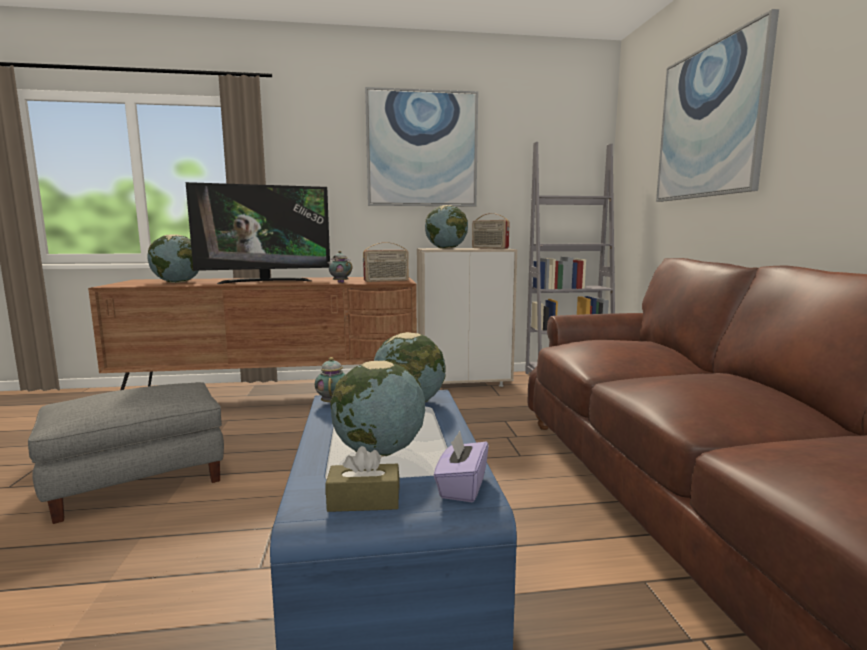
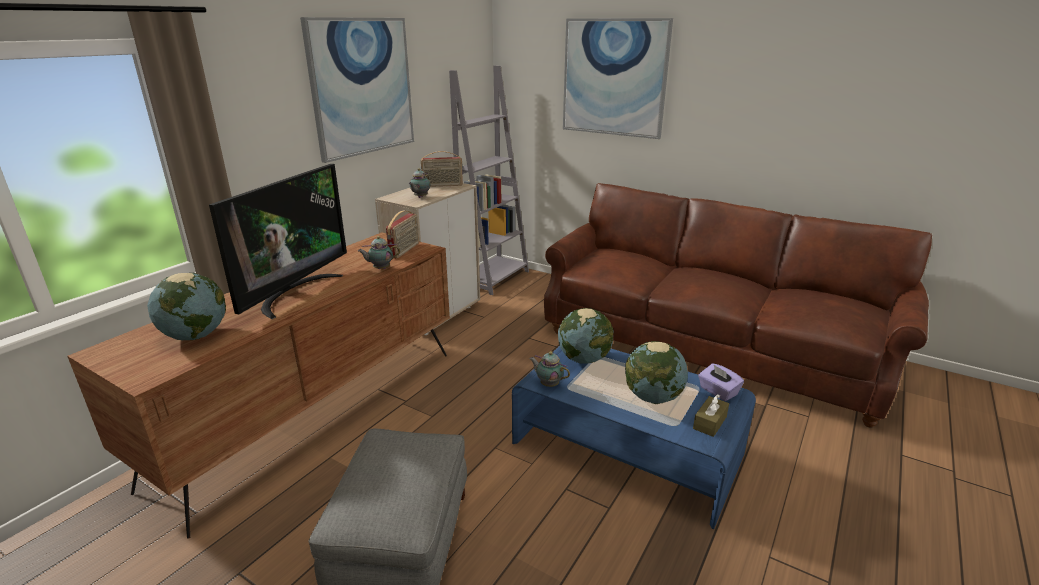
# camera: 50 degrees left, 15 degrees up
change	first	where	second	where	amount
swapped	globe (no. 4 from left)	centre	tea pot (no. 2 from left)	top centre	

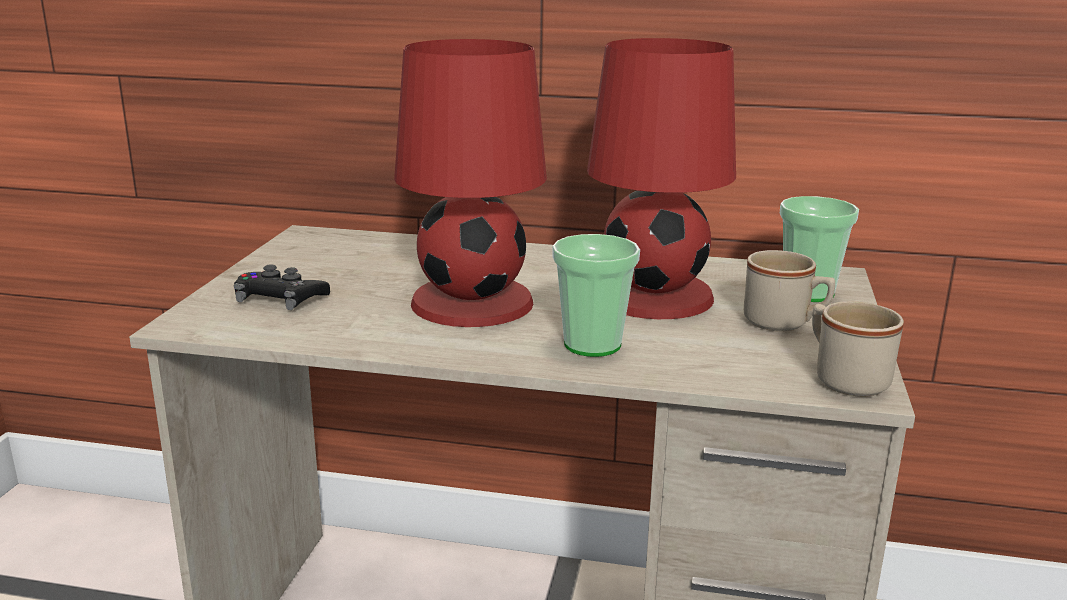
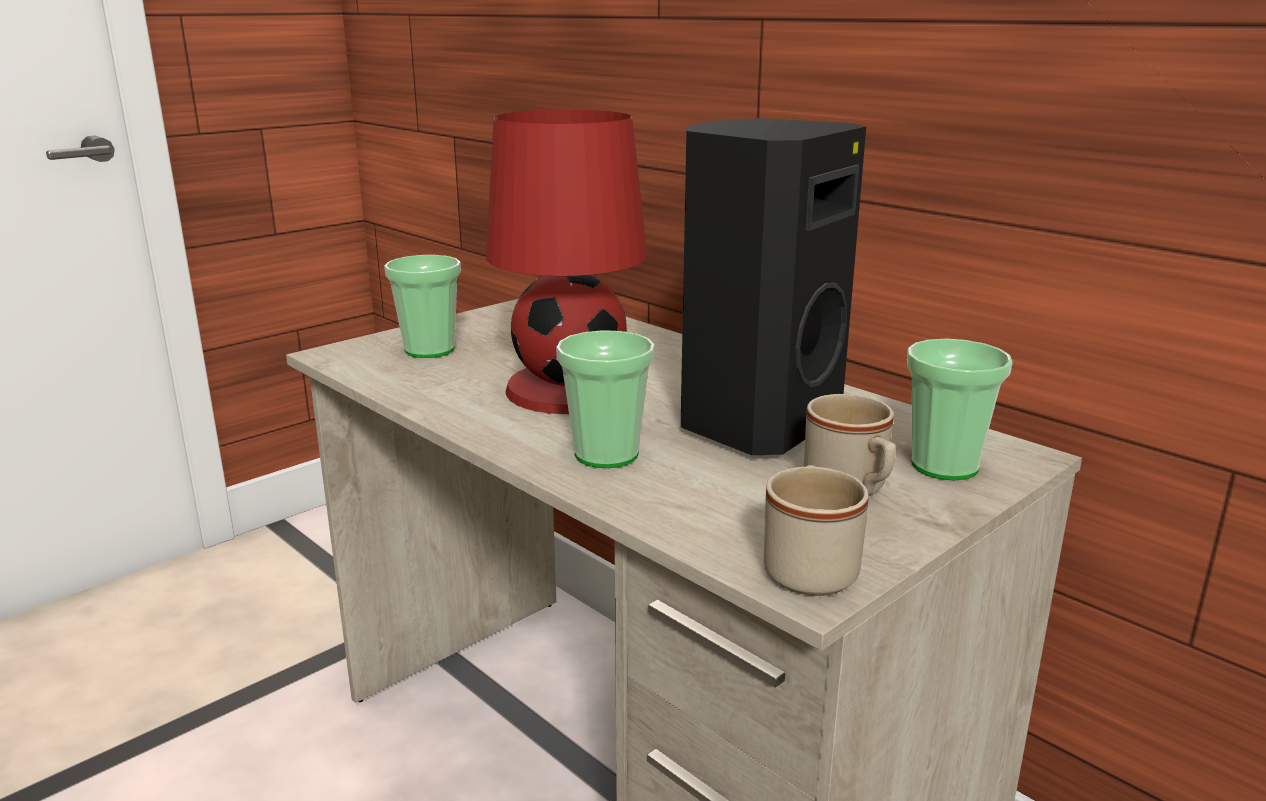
# camera: 35 degrees right, 0 degrees up
change	first	where	second	where	amount
swapped	reddish tabletop lamp (no. 2 from left)	top centre	blackish speaker	centre	
swapped	blackish joypad	middle left	drinking cup (no. 1 from left)	centre	

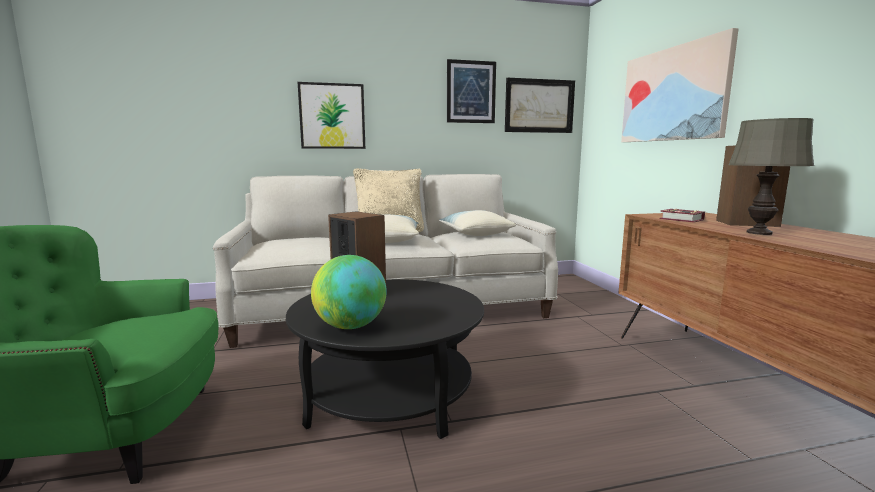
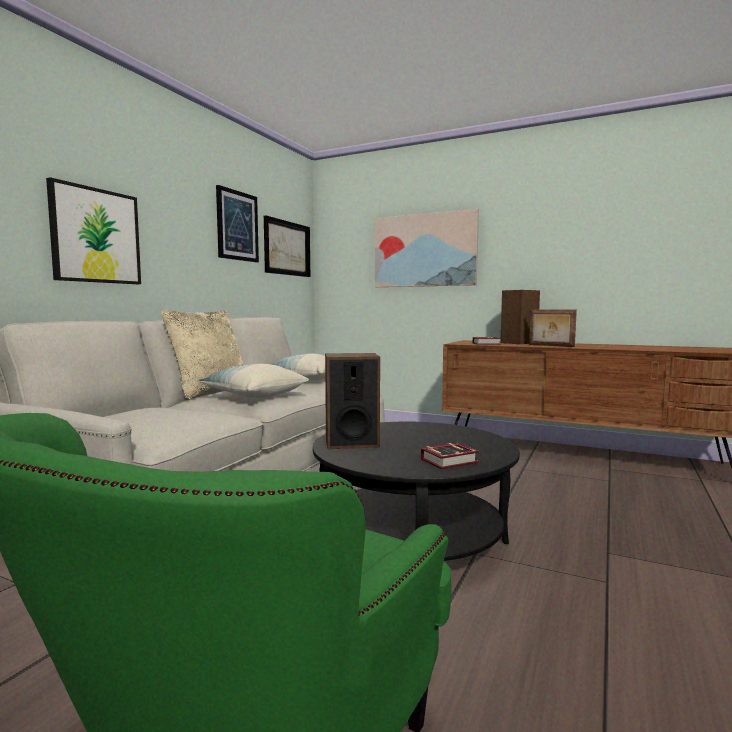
# camera: 50 degrees left, 5 degrees down
change	first	where	second	where	amount
swapped	gray tabletop lamp	middle right	photo frame	middle right	
swapped	globe	centre	book (no. 1 from left)	centre	

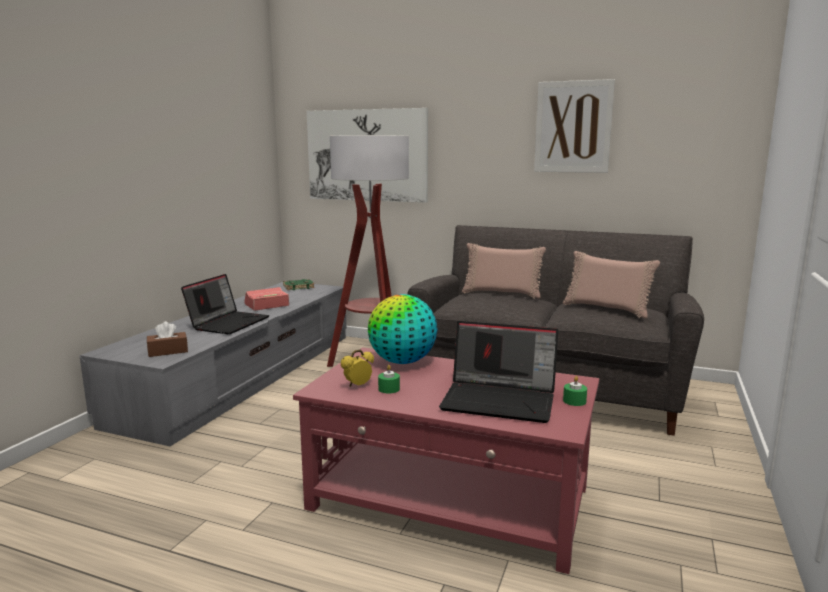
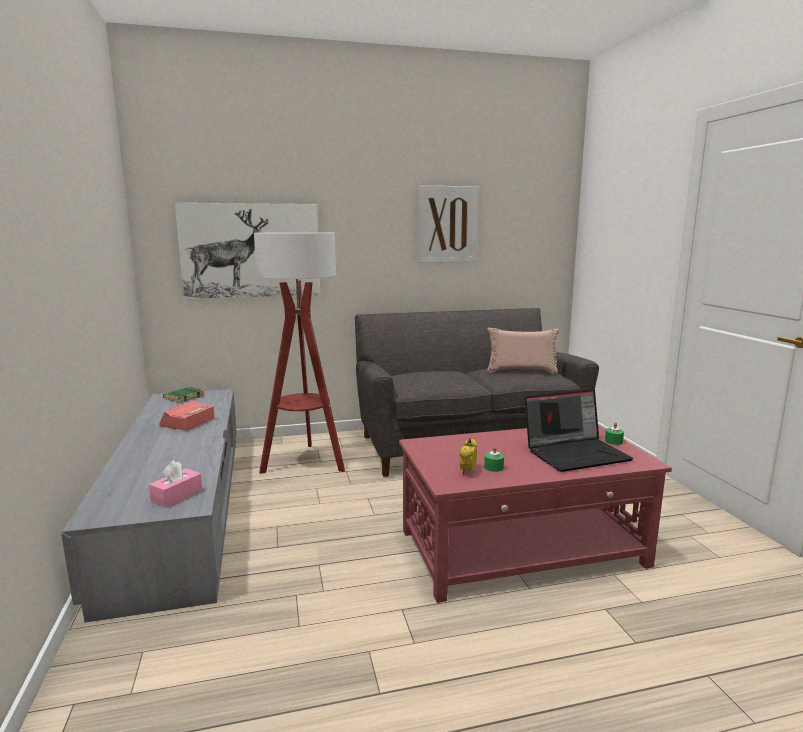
# camera: 35 degrees left, 0 degrees up
change	first	where	second	where	amount
gone	beige pillow (no. 1 from left)	centre			
gone	portable computer (no. 1 from left)	middle left			
gone	globe	centre			
repainted	brown-coloured tissue holder	middle left	pink-coloured tissue holder	middle left	

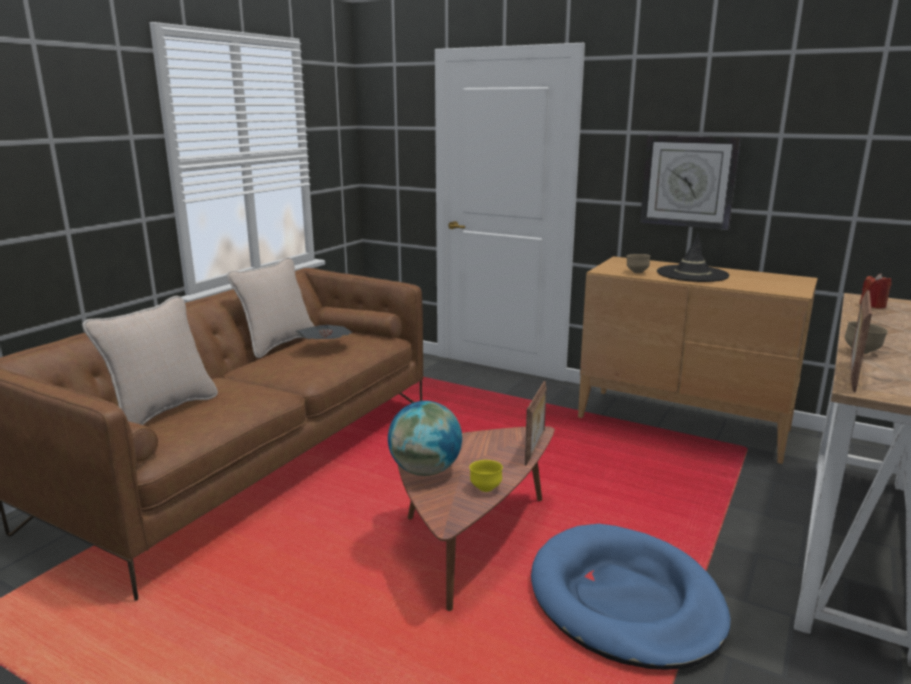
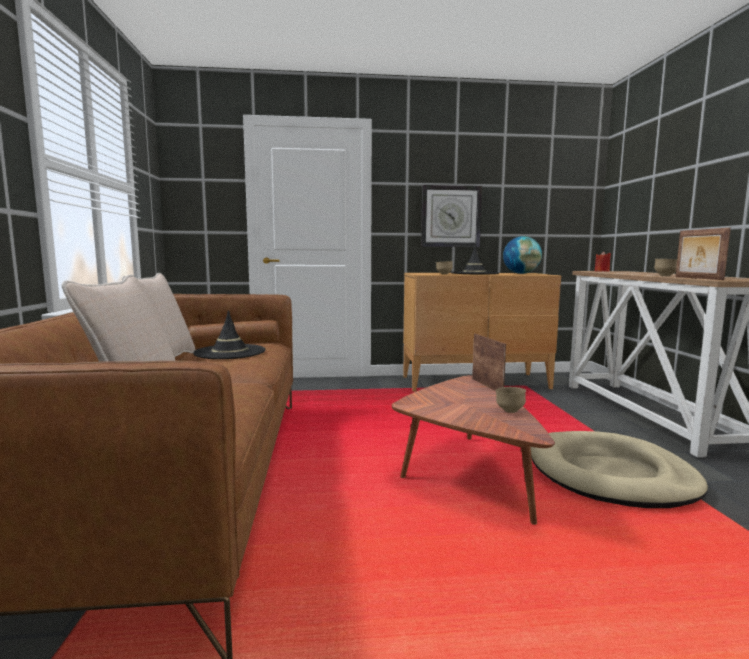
# camera: 35 degrees left, 10 degrees down
change	first	where	second	where	amount
swapped	daily paper	centre	blackish clothing hat (no. 1 from left)	middle left	
shifted	globe	centre		middle right	
repainted	yellowish serving bowl	bottom centre	brown-coloured serving bowl (no. 2 from left)	middle right	
repainted	blue dog cushion	bottom right	beige dog cushion	bottom right	

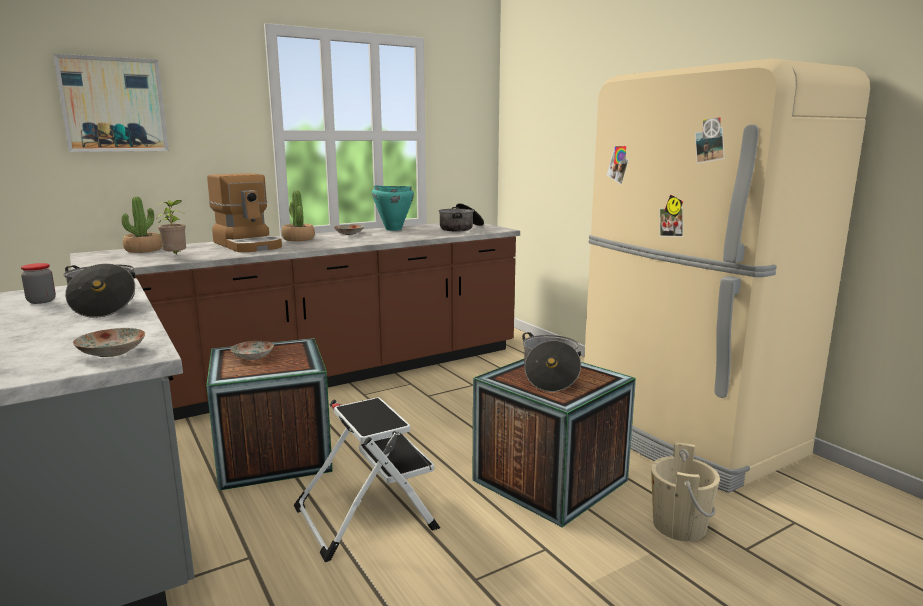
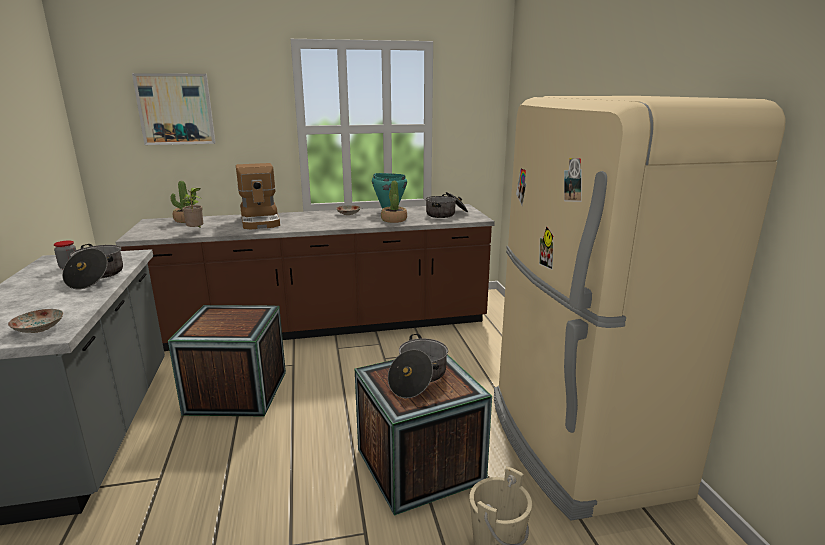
# camera: 20 degrees right, 5 degrees up
change	first	where	second	where	amount
shifted	plant in a pot (no. 3 from left)	middle left		centre	
gone	plate (no. 2 from left)	middle left			
gone	stepladder	bottom centre			

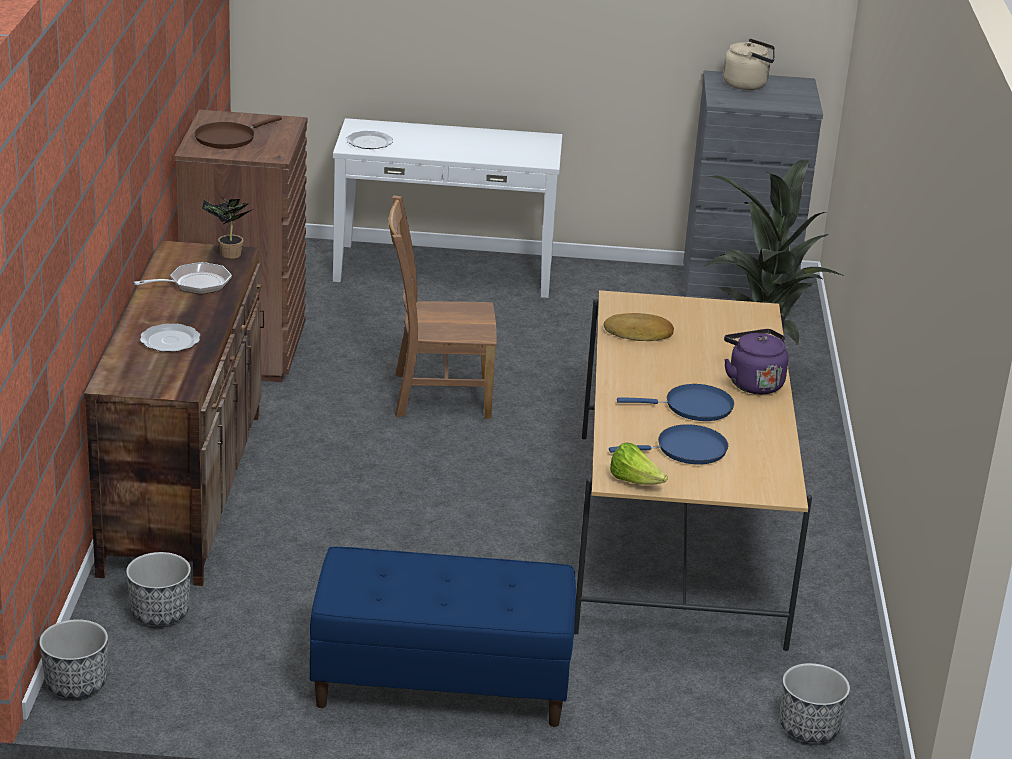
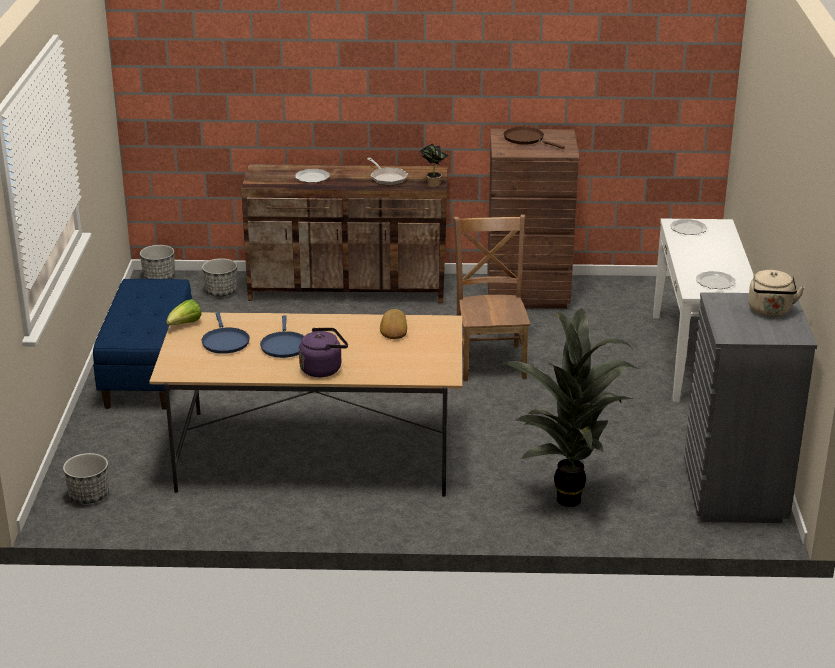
# camera: 90 degrees right, 0 degrees up
change	first	where	second	where	amount
new			plate (no. 3 from left)	middle right	

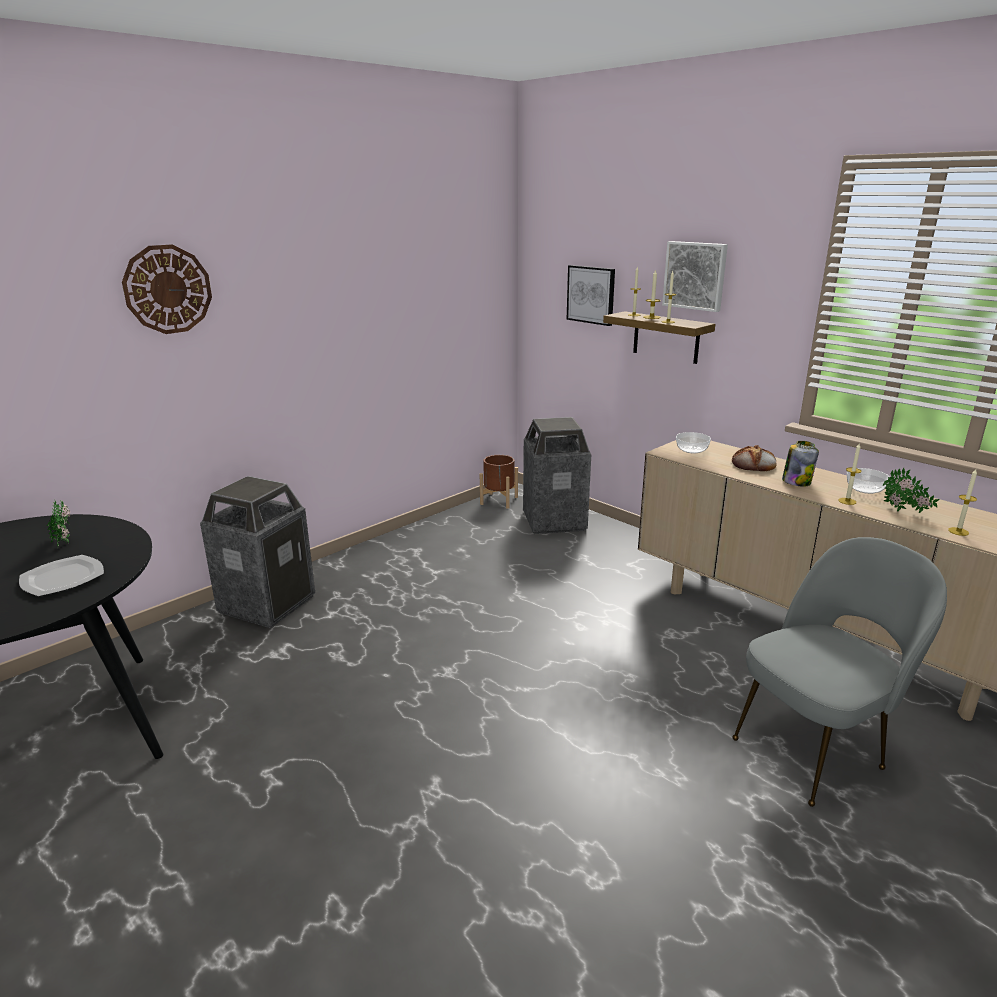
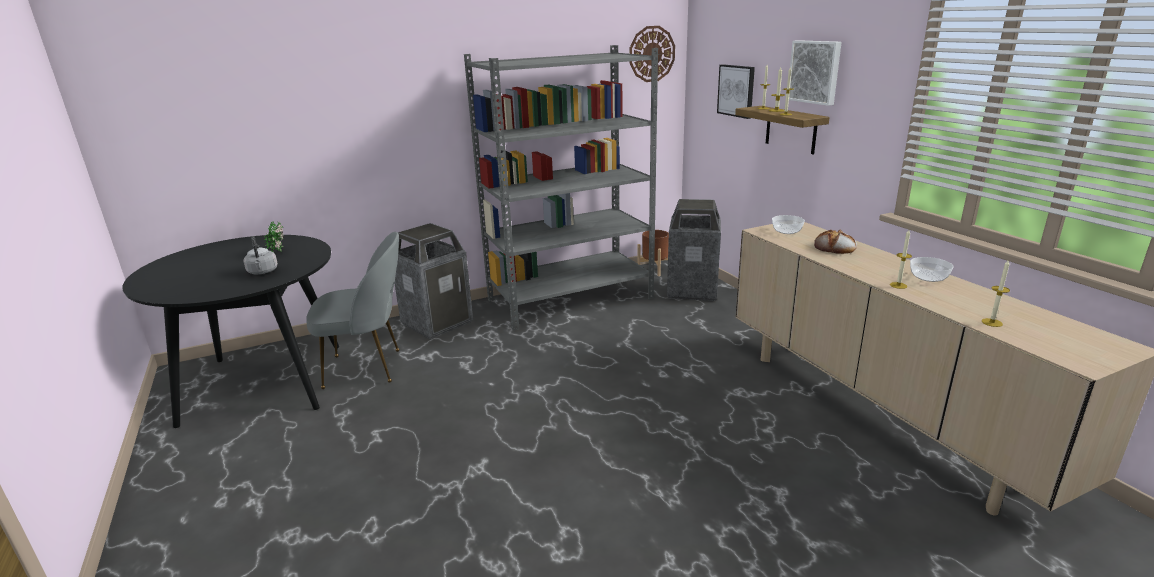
# camera: 20 degrees right, 0 degrees up
change	first	where	second	where	amount
shifted	wall clock	top left		top centre	
gone	preserve jar	middle right			
gone	plant in a pot (no. 2 from left)	middle right			
shifted	gray upright chair	bottom right		middle left	
swapped	plate	middle left	gray kettle	middle left	
new			gray shelving unit	top centre	

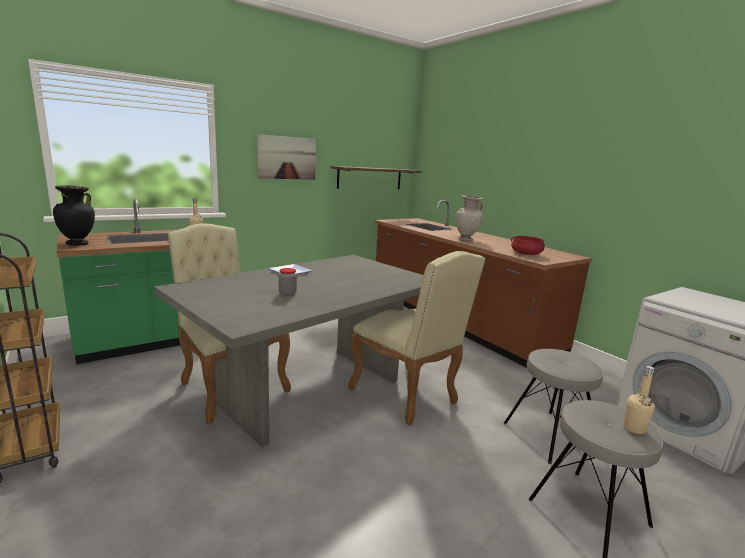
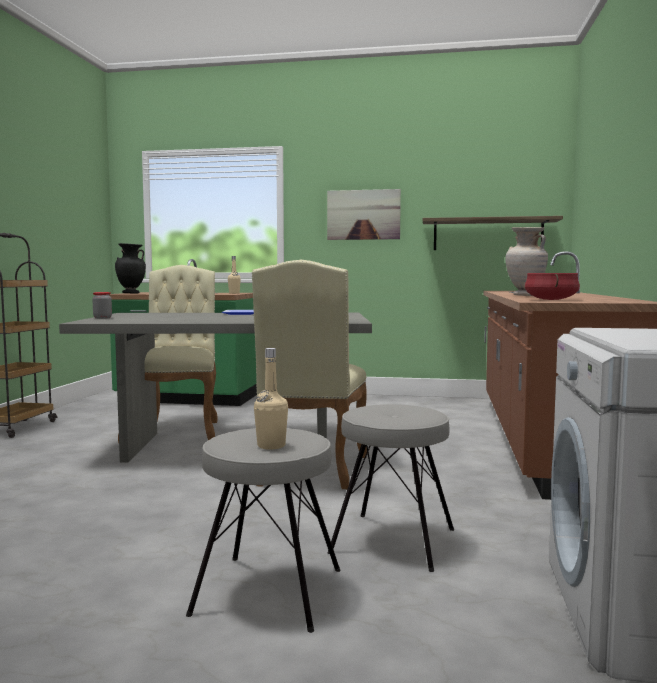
# camera: 45 degrees right, 10 degrees down
change	first	where	second	where	amount
shifted	preserve jar	centre		middle left	

